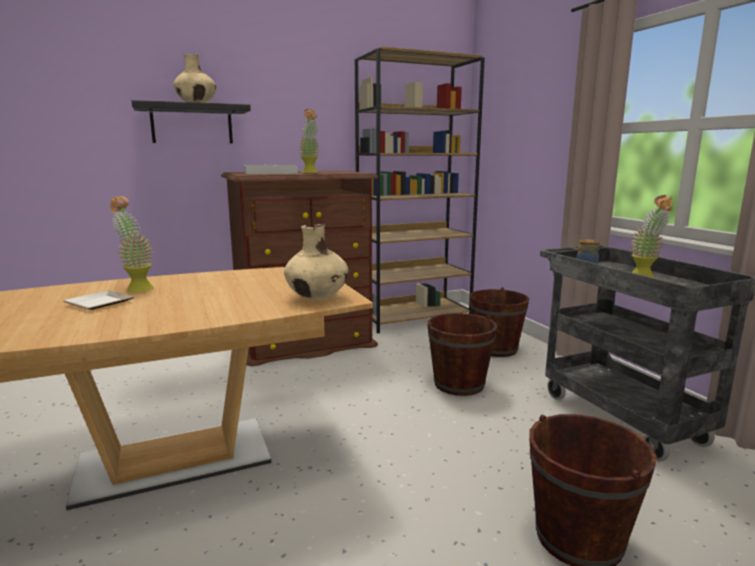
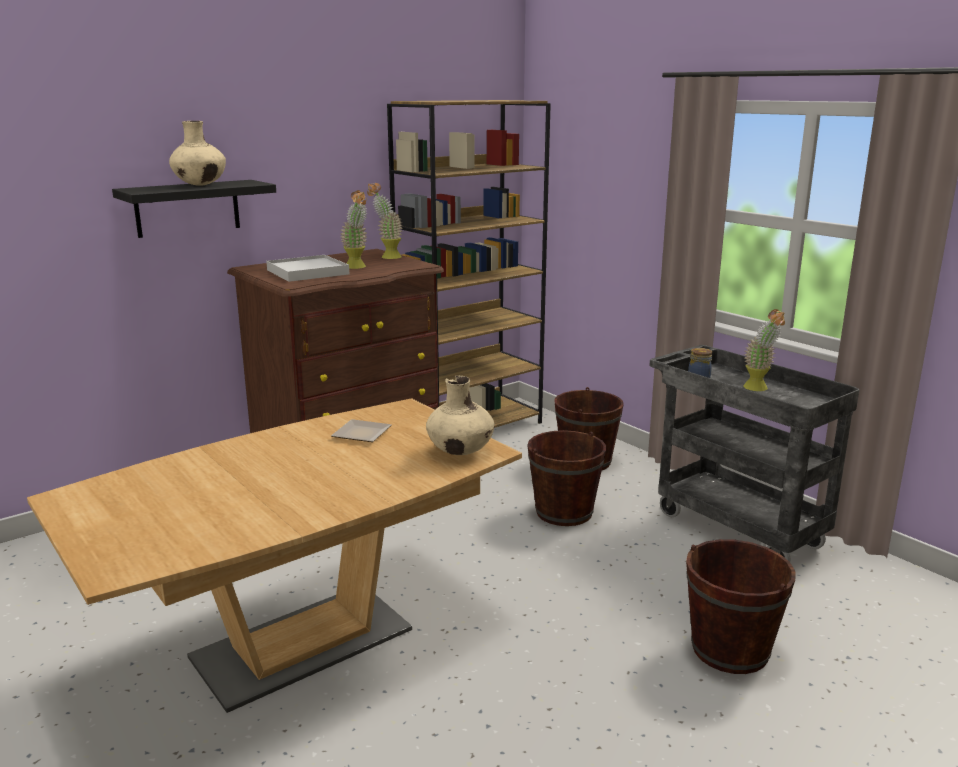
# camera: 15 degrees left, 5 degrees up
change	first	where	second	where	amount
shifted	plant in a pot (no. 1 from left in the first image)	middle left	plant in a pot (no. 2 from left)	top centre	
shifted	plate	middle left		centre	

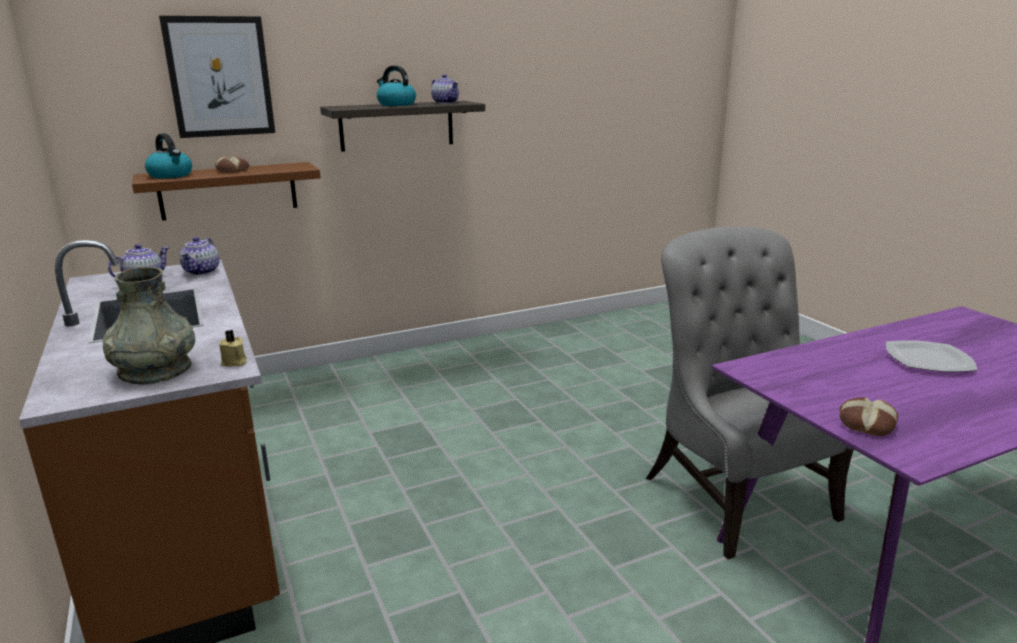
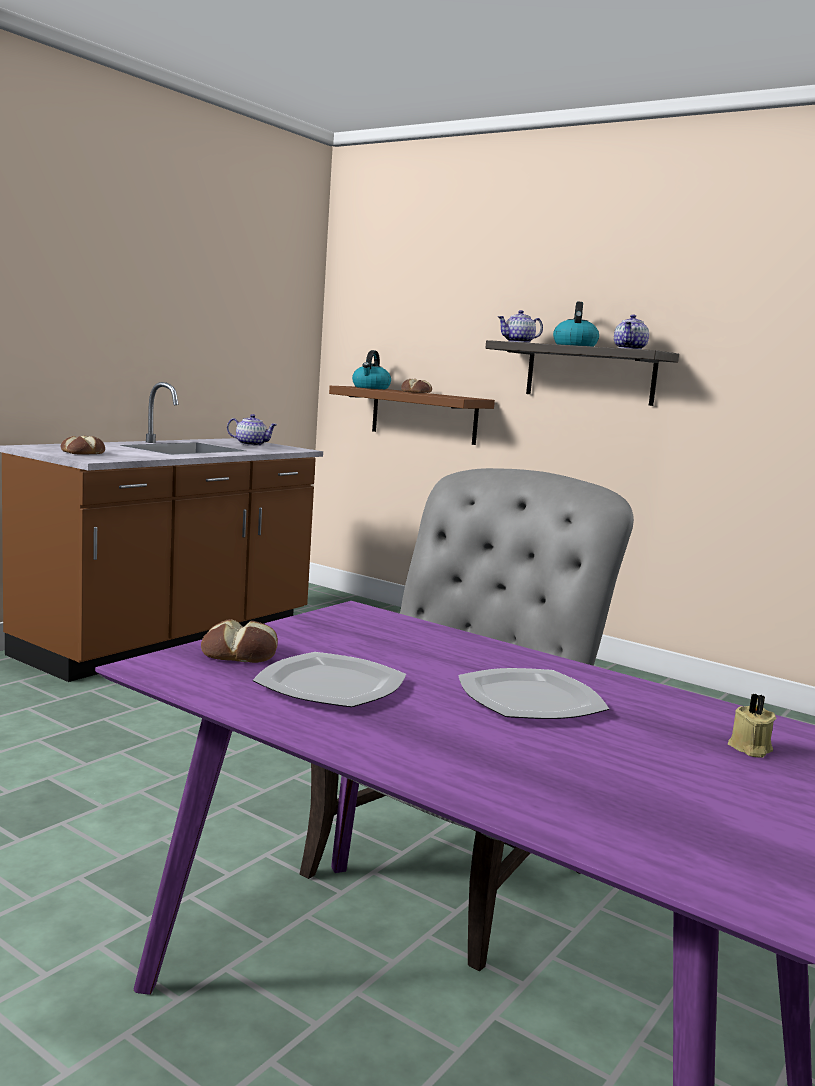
# camera: 60 degrees right, 10 degrees down
change	first	where	second	where	amount
gone	wall art	top left			
shifted	tea pot (no. 2 from left)	middle left		top centre	
swapped	gray vase	middle left	bakery bread (no. 1 from left)	middle left	
shifted	beige wax light	middle left		bottom right	
new			plate (no. 1 from left)	centre	

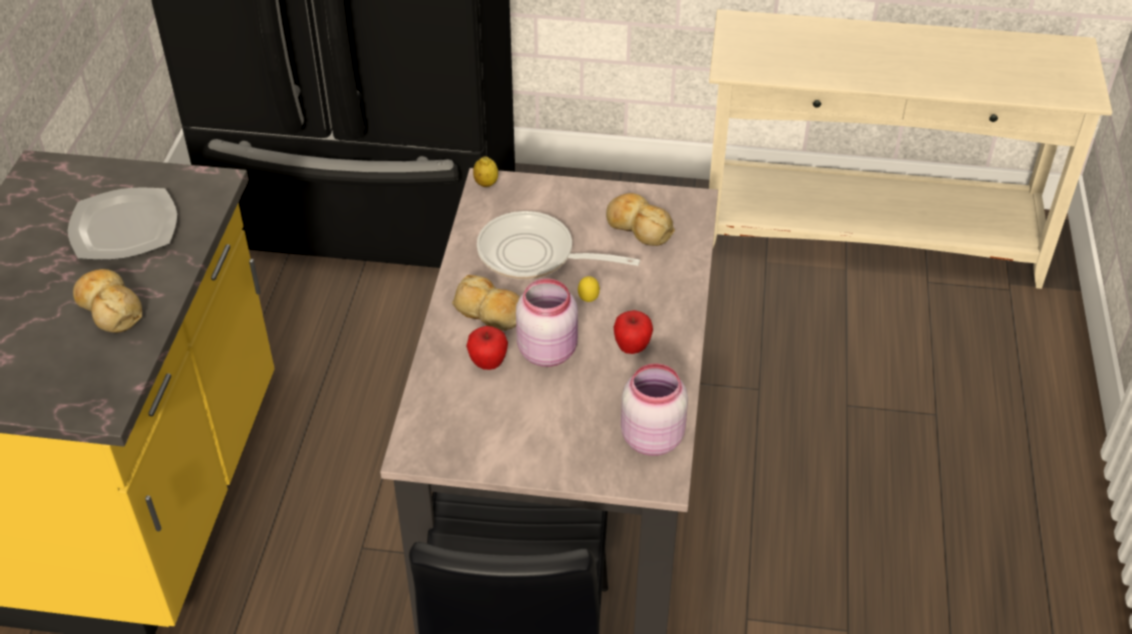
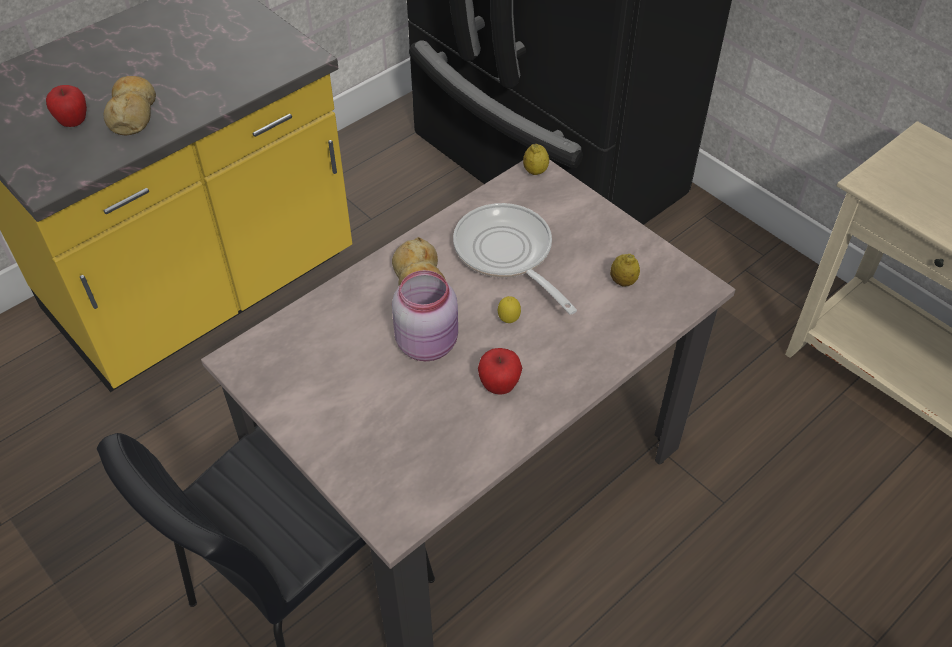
# camera: 40 degrees right, 5 degrees up
change	first	where	second	where	amount
gone	plate	middle left			
swapped	bakery bread (no. 3 from left)	centre	whole lemon (no. 3 from left)	centre	
shifted	whole apple (no. 1 from left)	centre		top left	
gone	pink-coloured preserve jar (no. 2 from left)	centre			

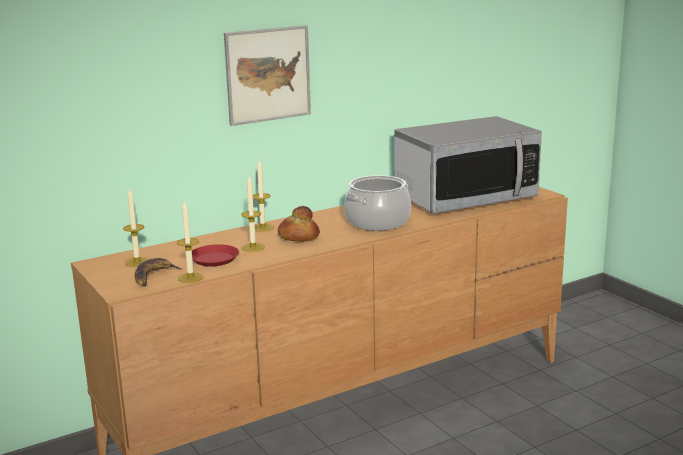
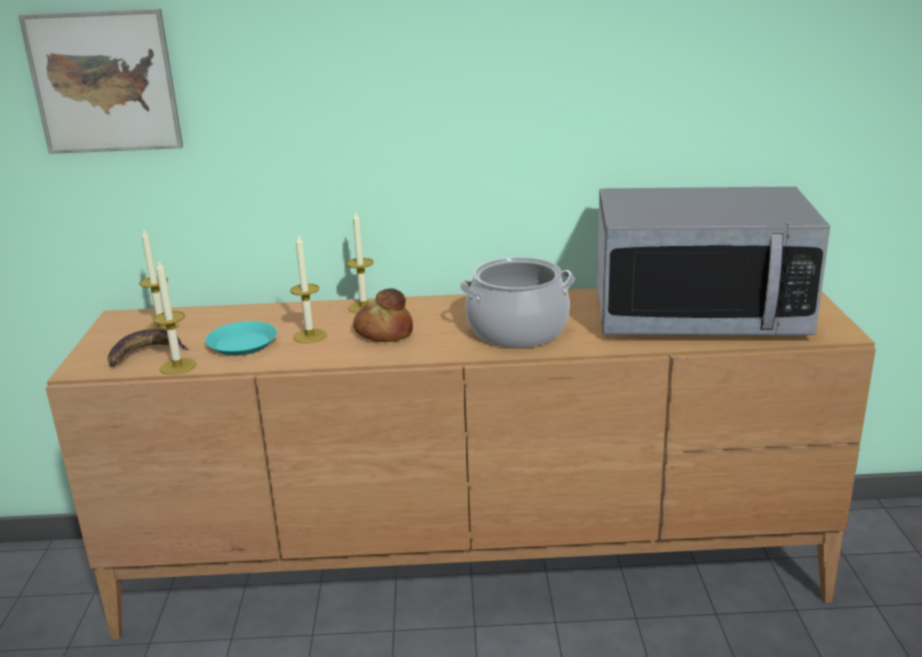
# camera: 30 degrees right, 5 degrees up
change	first	where	second	where	amount
shifted	wall art	top centre		top left	
repainted	reddish plate	middle left	turquoise-coloured plate	middle left	

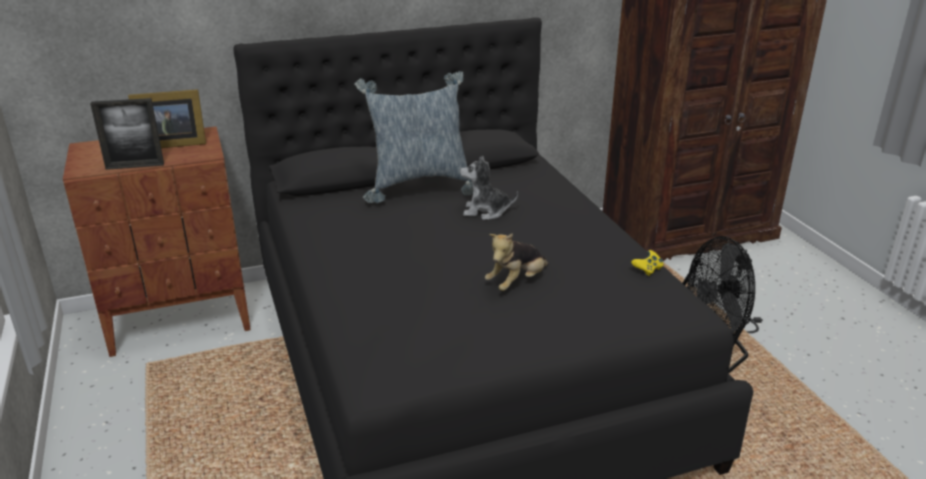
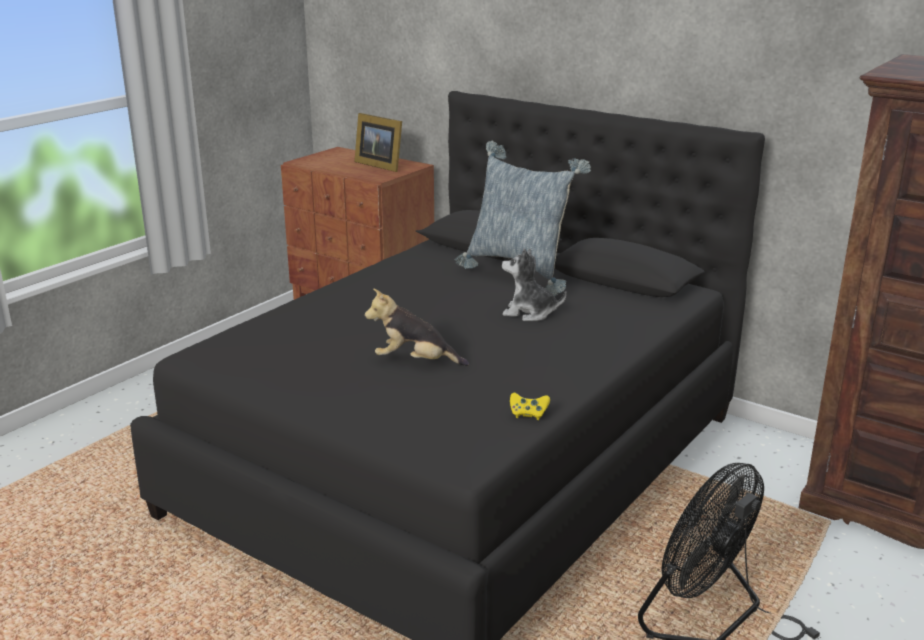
# camera: 55 degrees right, 5 degrees down
change	first	where	second	where	amount
gone	photo frame (no. 1 from left)	top left			
rotated	plush toy (no. 1 from left in the first image)	centre	plush toy (no. 2 from left)	centre	45 degrees counterclockwise

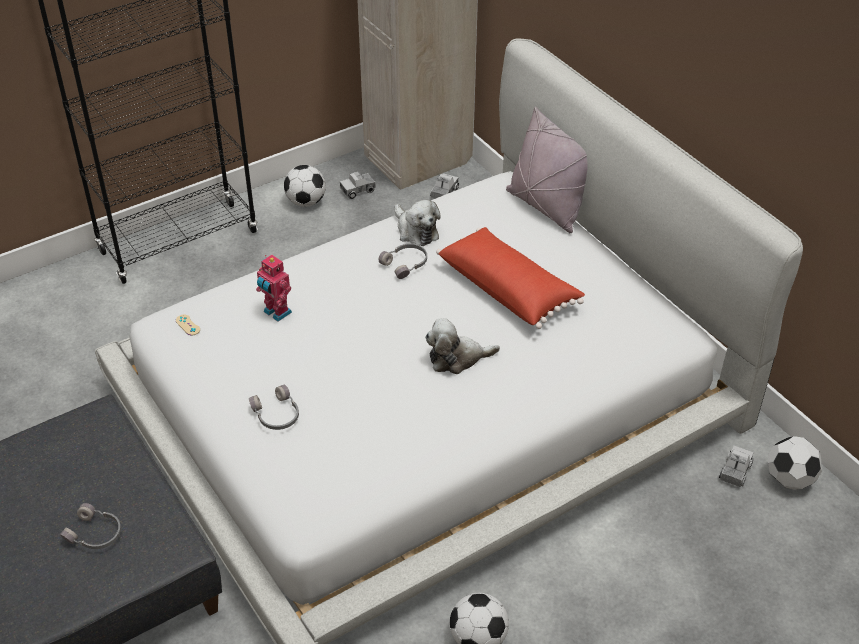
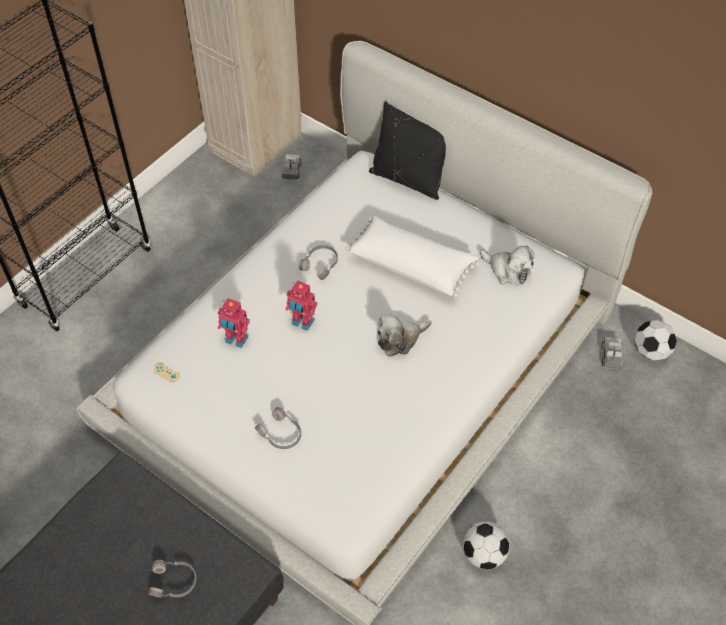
# camera: 20 degrees left, 10 degrees up
change	first	where	second	where	amount
repainted	purplish pillow	top centre	blackish pillow	top centre	
gone	football ball (no. 1 from left)	top centre			
gone	toy lorry (no. 1 from left)	top centre			
shifted	plush toy (no. 1 from left in the first image)	centre	plush toy (no. 2 from left)	middle right	
repainted	reddish pillow	centre	white-coloured pillow	centre	
new			robot figure (no. 2 from left)	centre	

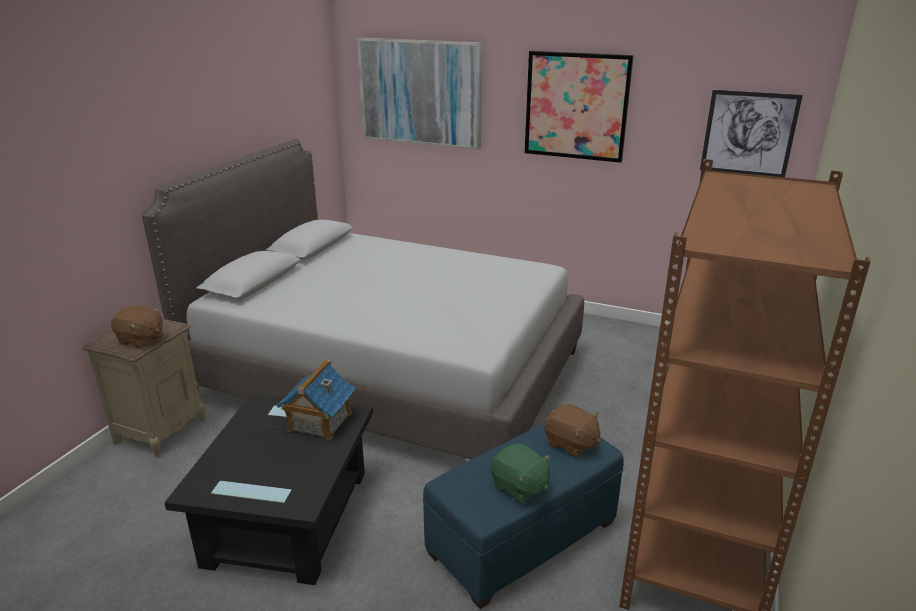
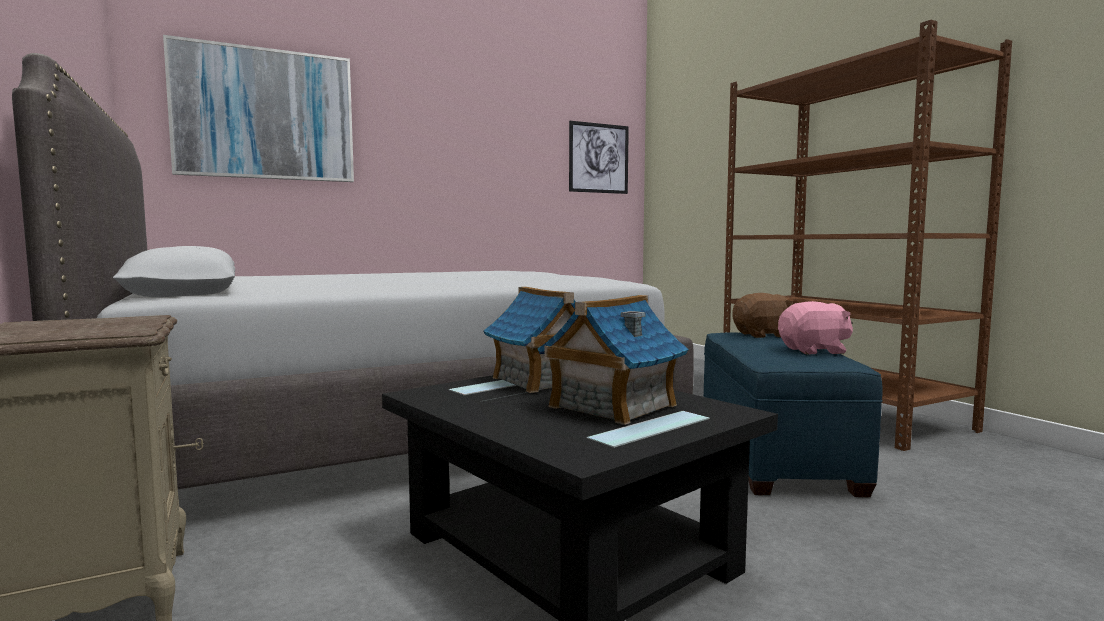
# camera: 50 degrees left, 20 degrees down
change	first	where	second	where	amount
gone	wall art (no. 2 from left)	top centre			
gone	brown-coloured plush toy (no. 1 from left)	middle left			
repainted	greenish plush toy	bottom centre	pink-coloured plush toy	middle right	
new			toy house (no. 2 from left)	centre	

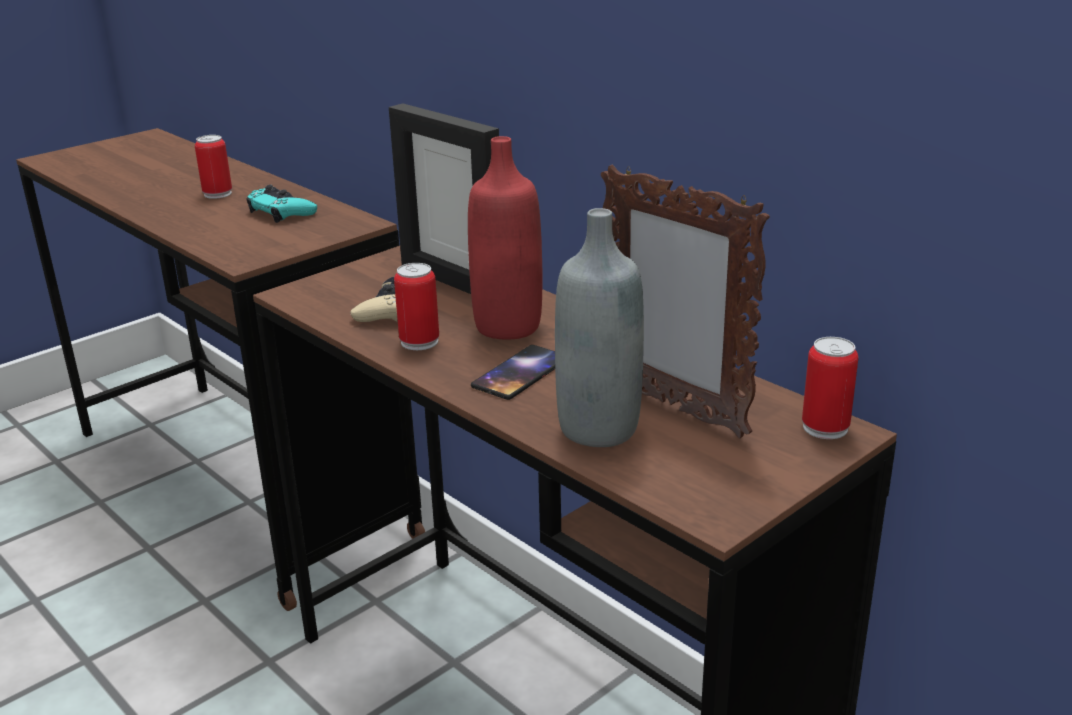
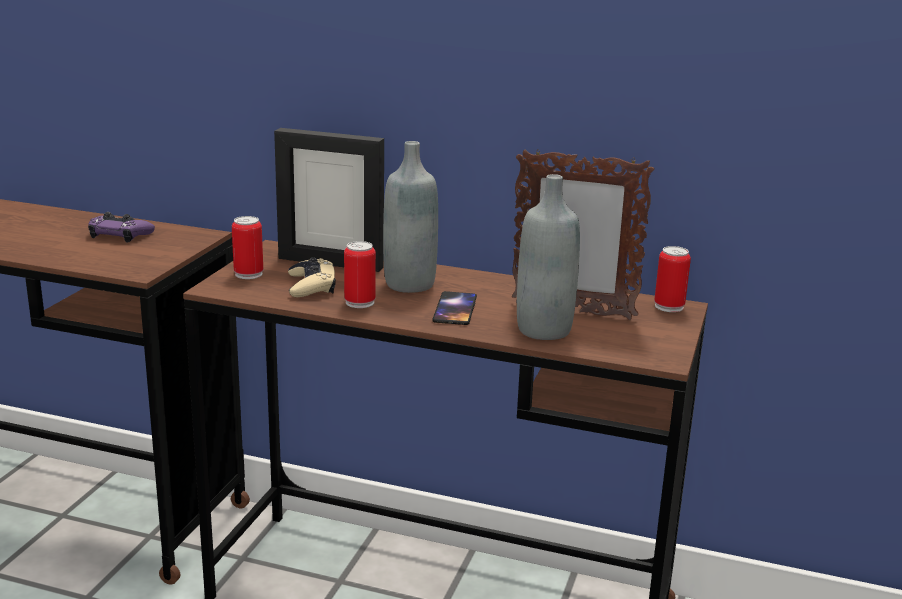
# camera: 30 degrees left, 5 degrees down
change	first	where	second	where	amount
shifted	sealed can (no. 1 from left)	top left		middle left	
repainted	reddish drink bottle	top centre	gray drink bottle (no. 1 from left)	centre	
repainted	turquoise-coloured joypad	top left	purplish joypad	middle left	

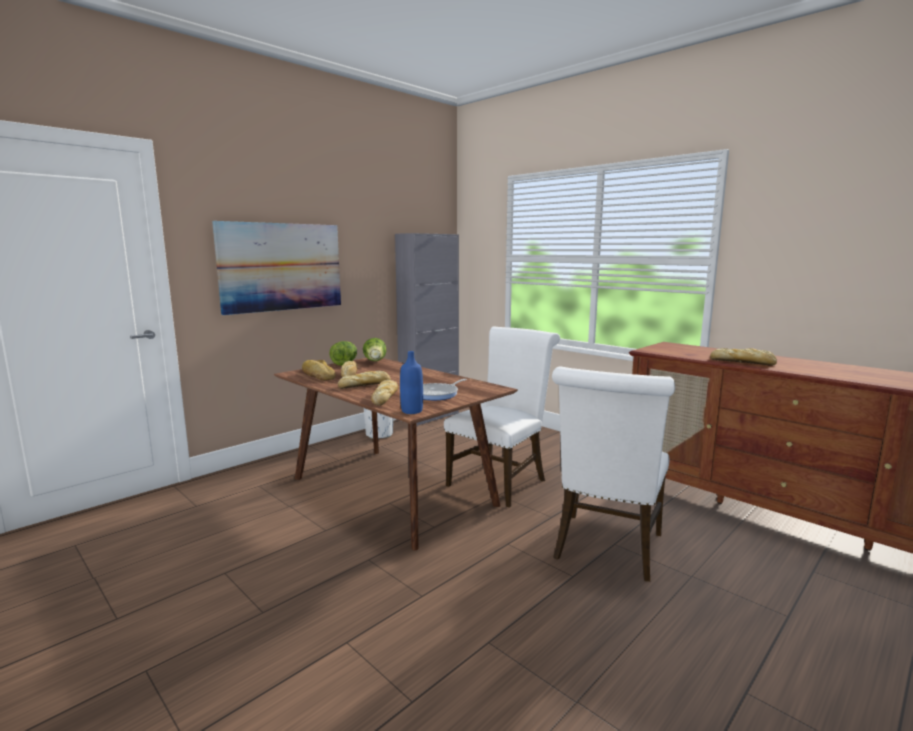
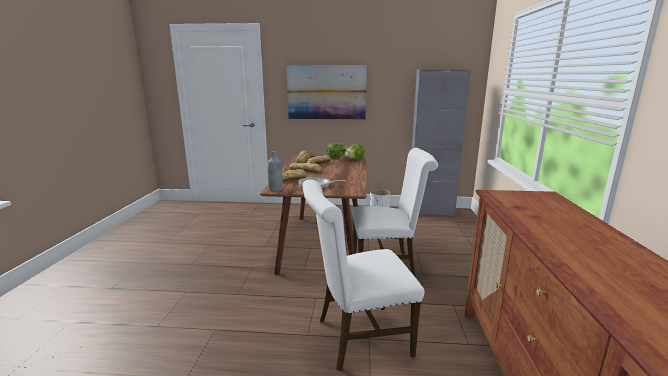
# camera: 50 degrees right, 5 degrees up
change	first	where	second	where	amount
gone	bakery bread (no. 5 from left)	middle right			
repainted	blue drink bottle	centre	gray drink bottle	centre	

